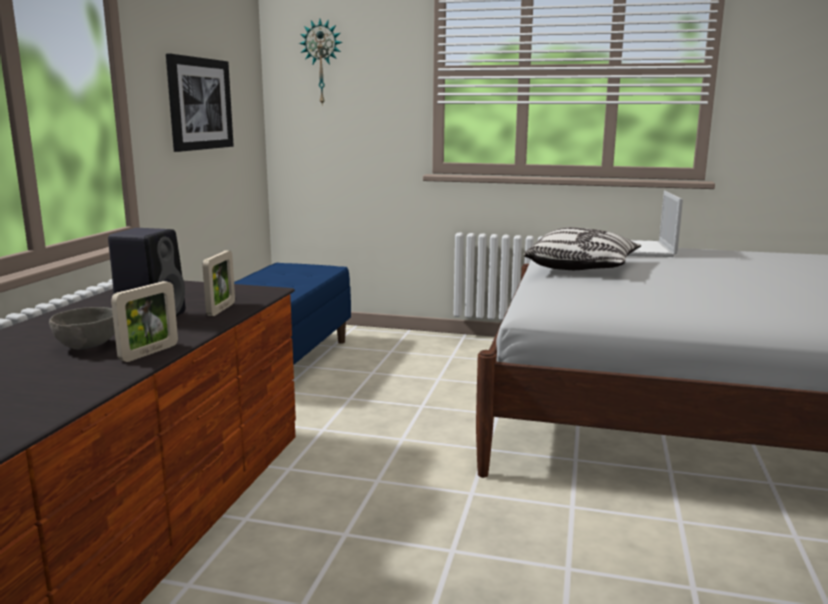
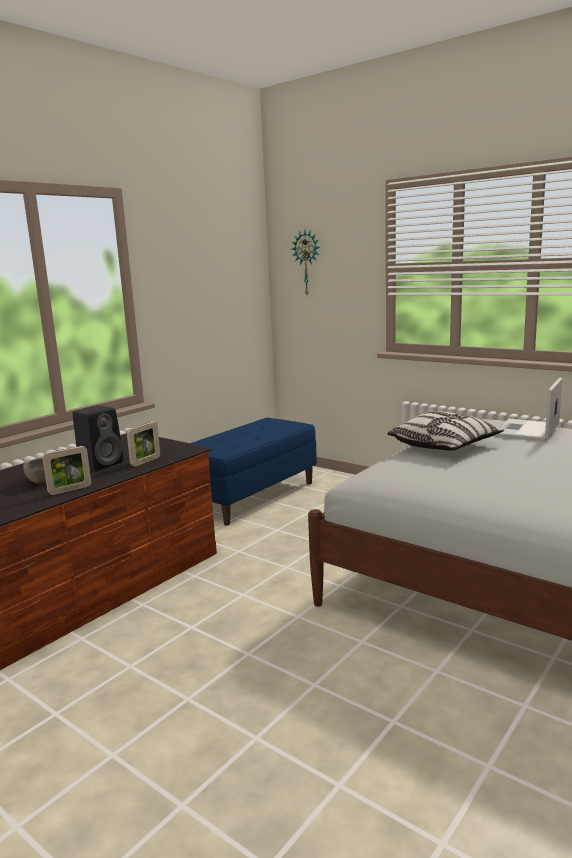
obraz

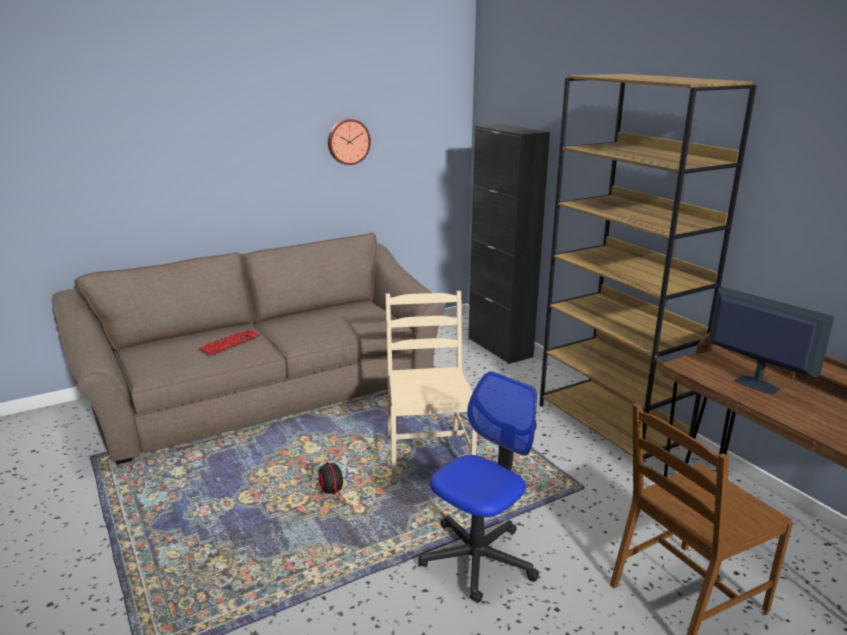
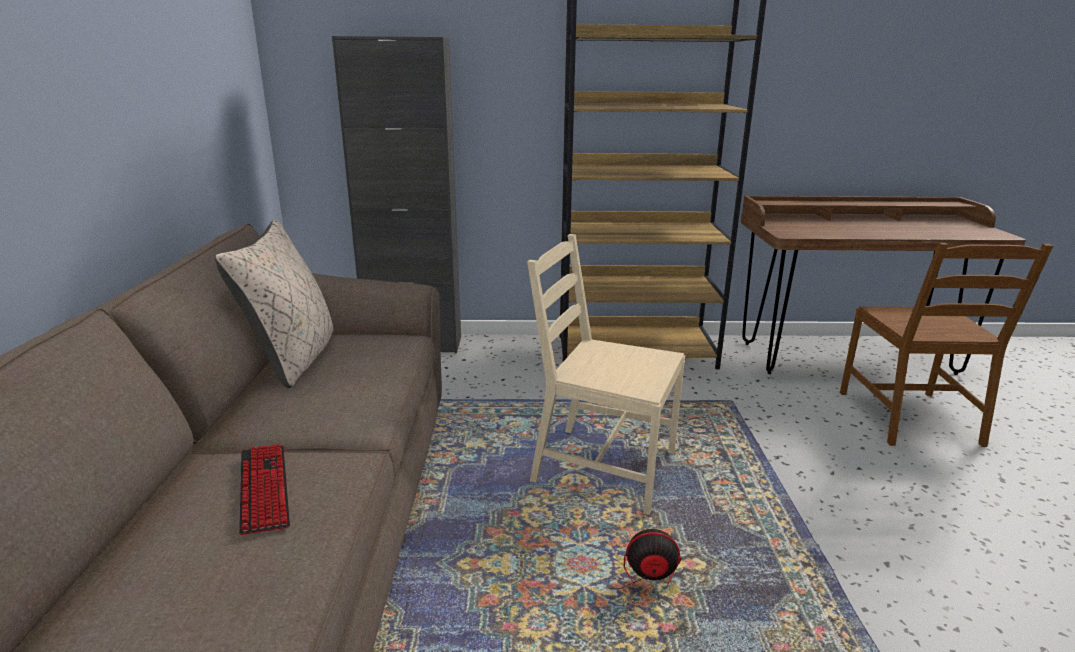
zegar ścienny
monitor
krzesło biurowe
poduszka (beżowy)

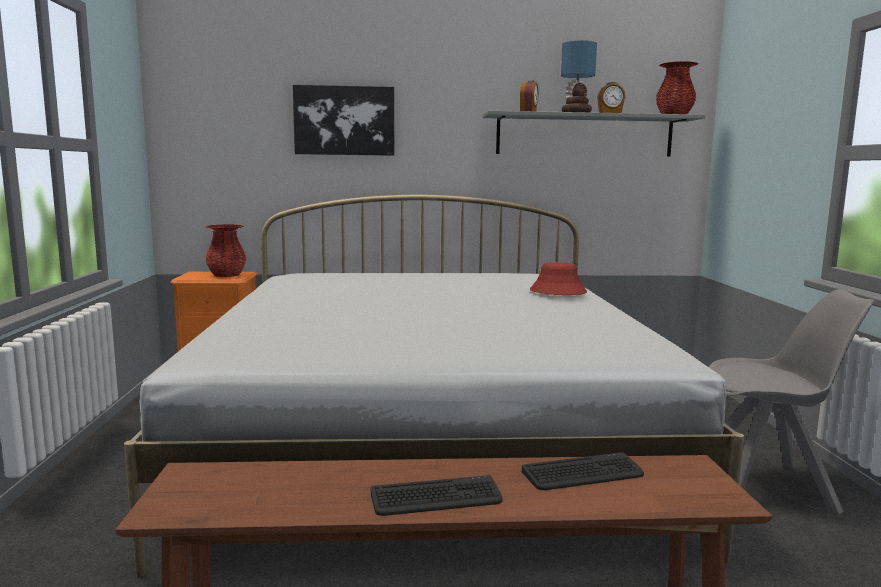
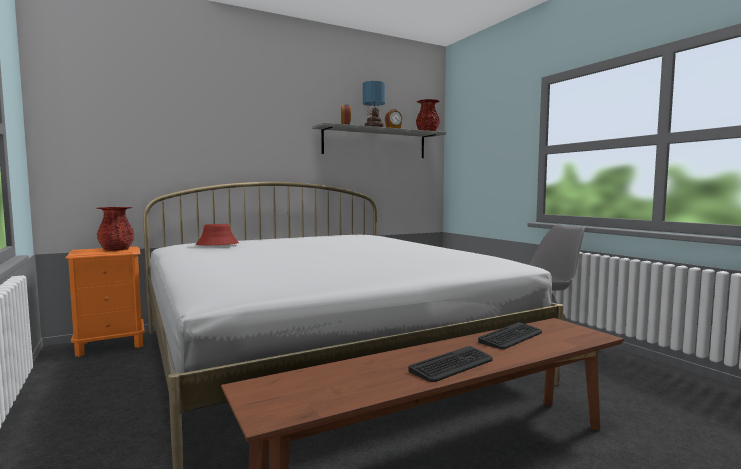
obraz
kapelusz (czerwony)

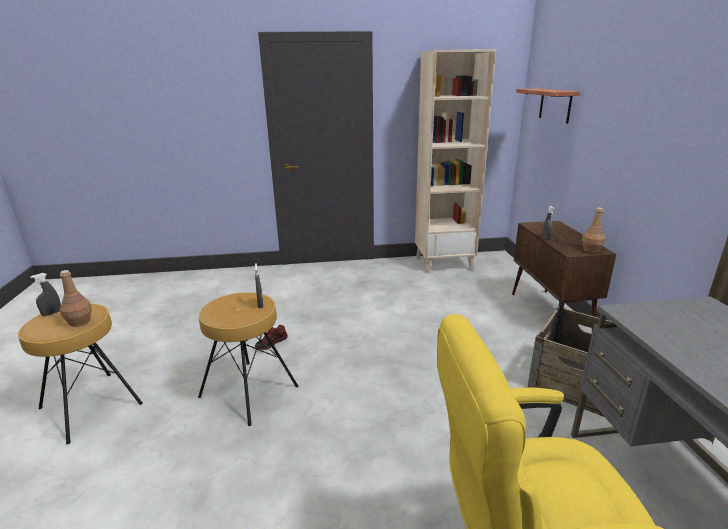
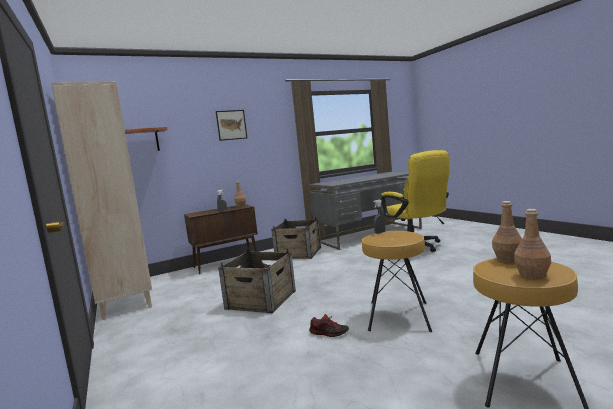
butelka (brązowy) (no. 3 from left)
obraz
skrzynka (no. 1 from left)

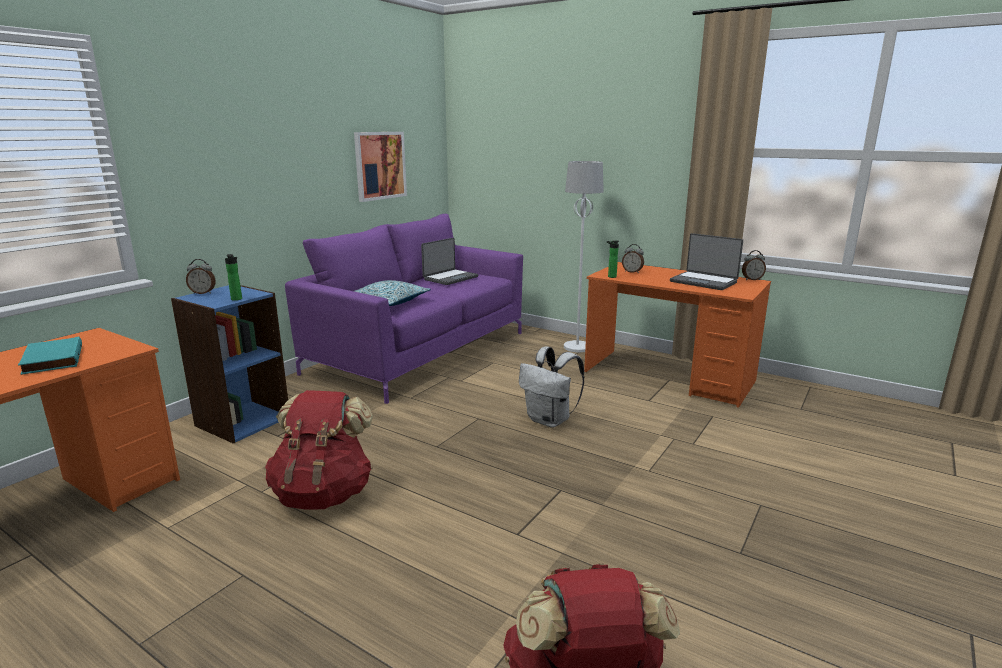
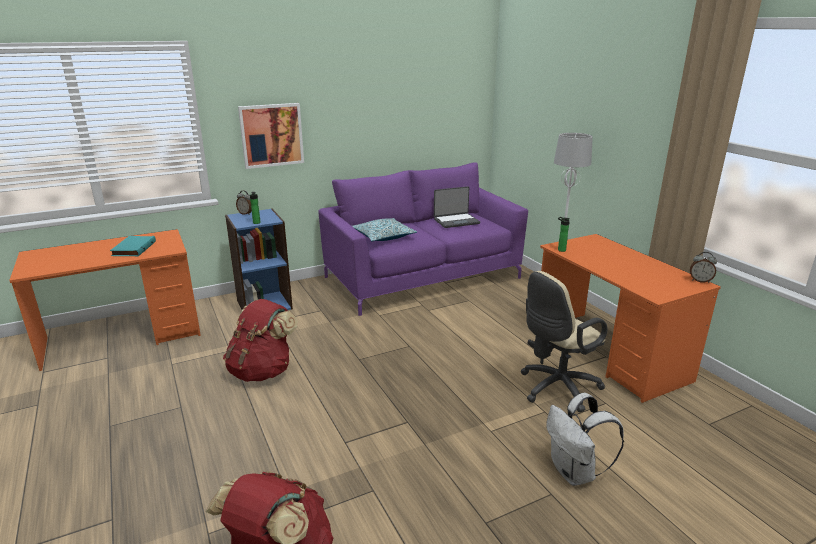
obraz
laptop (no. 2 from left in the first image)
budzik (no. 2 from left in the first image)
plecak (biały)
krzesło biurowe (beżowy)

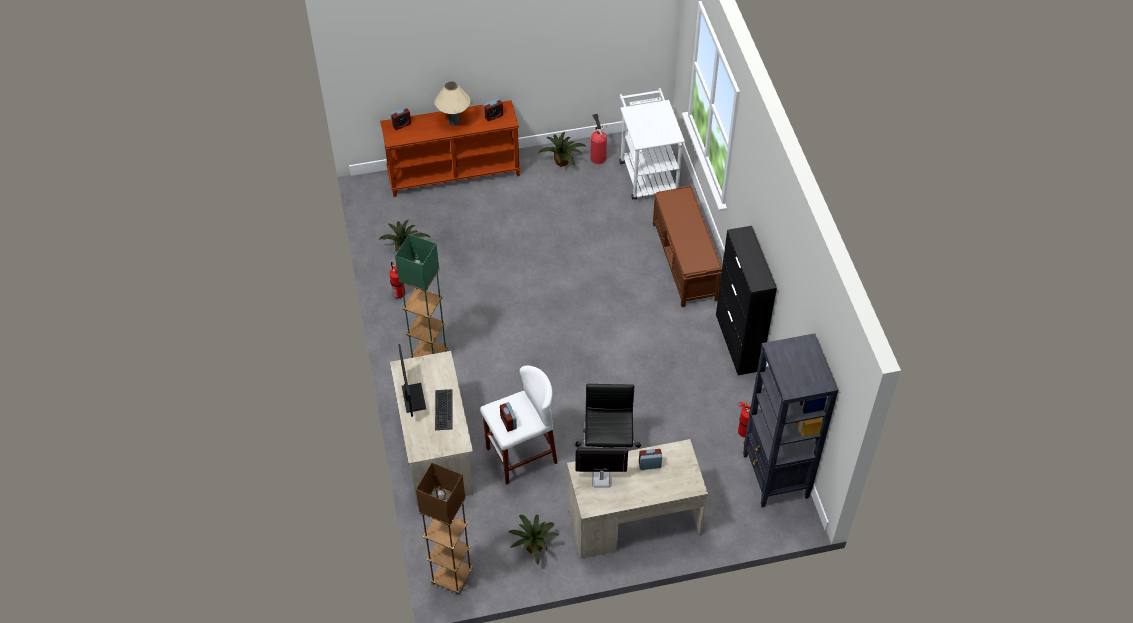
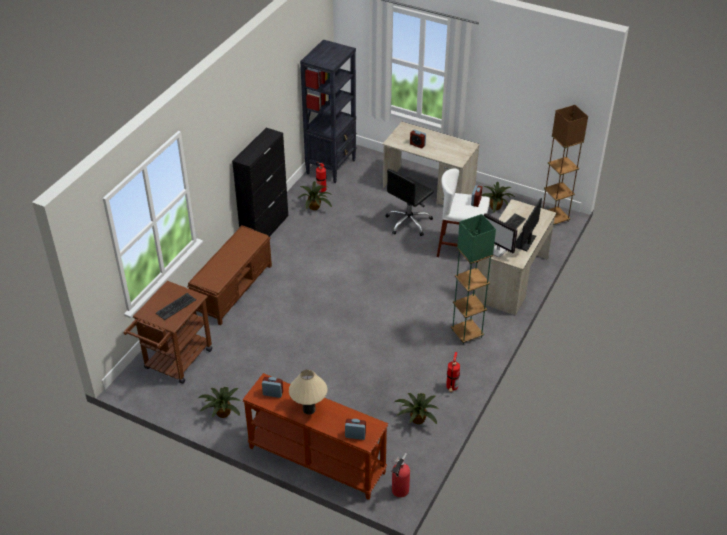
wózek (brązowy)
gaśnica (no. 2 from left)
monitor (no. 1 from left)
roślina doniczkowa (no. 2 from left)
klawiatura (no. 1 from left)

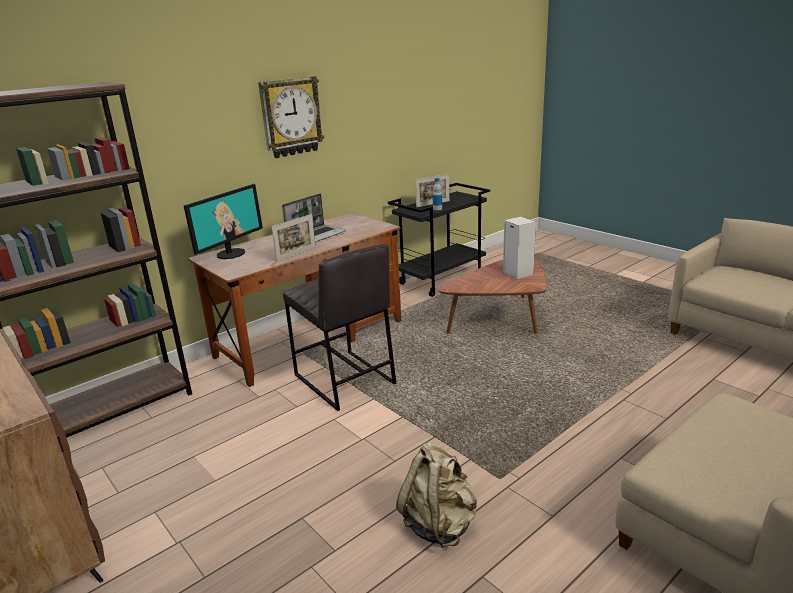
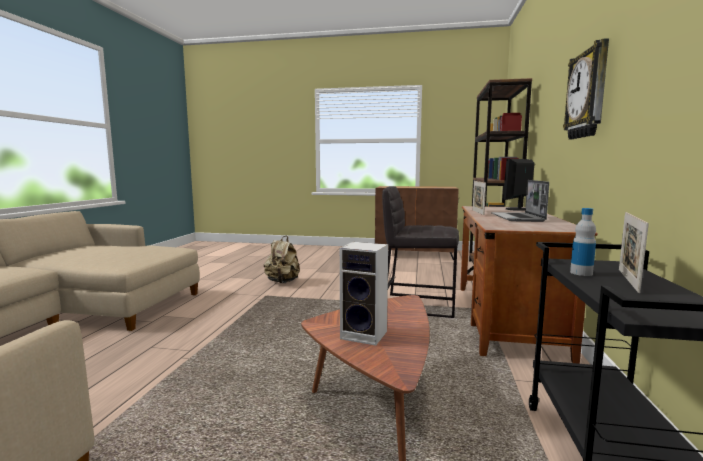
monitor

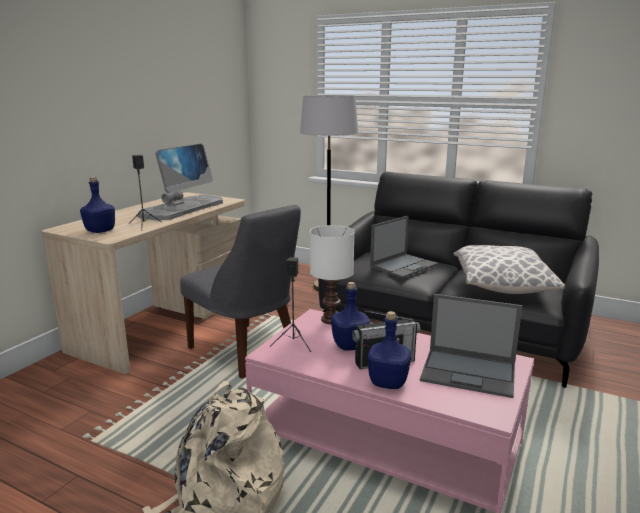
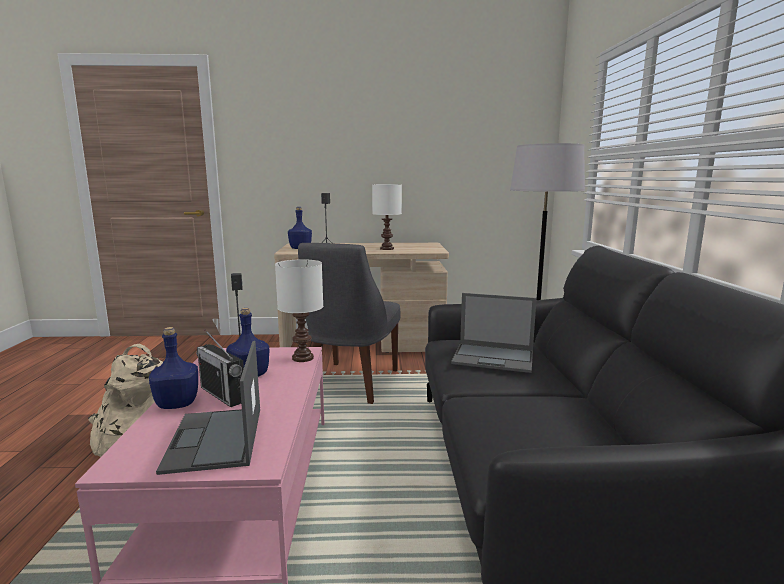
lampa stołowa (biały) (no. 2 from left)
poduszka

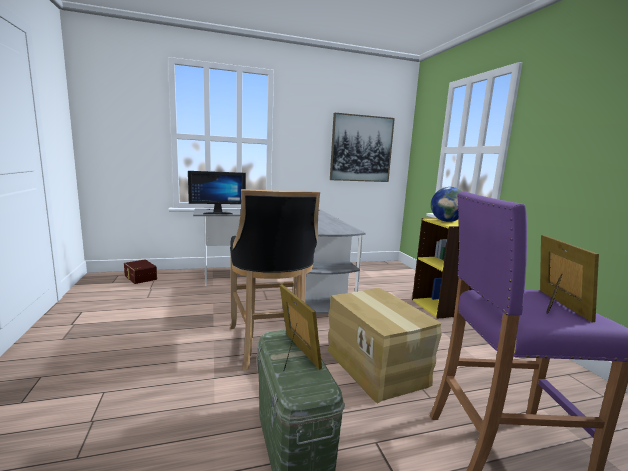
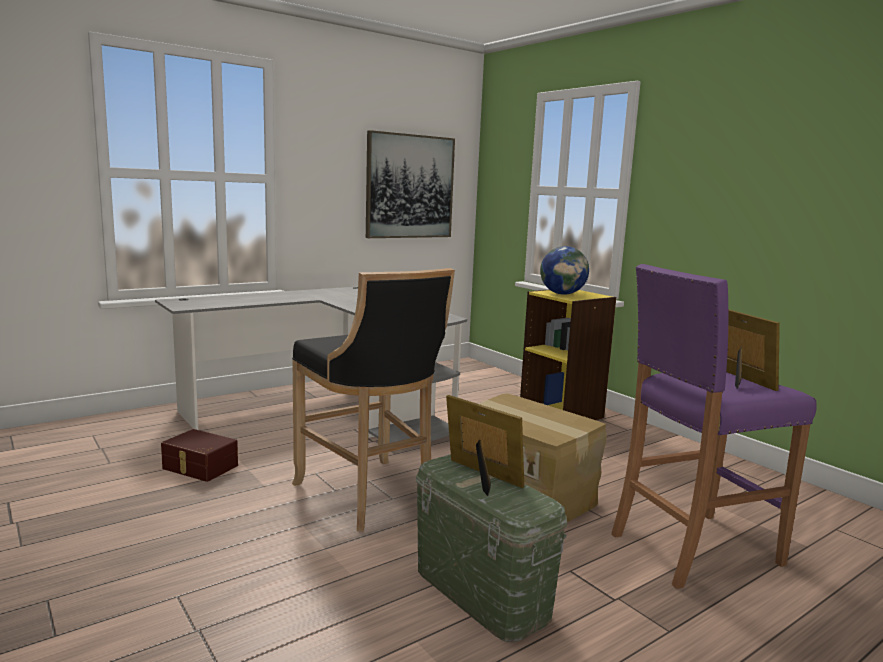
monitor
pojemnik do przechowywania (brązowy)

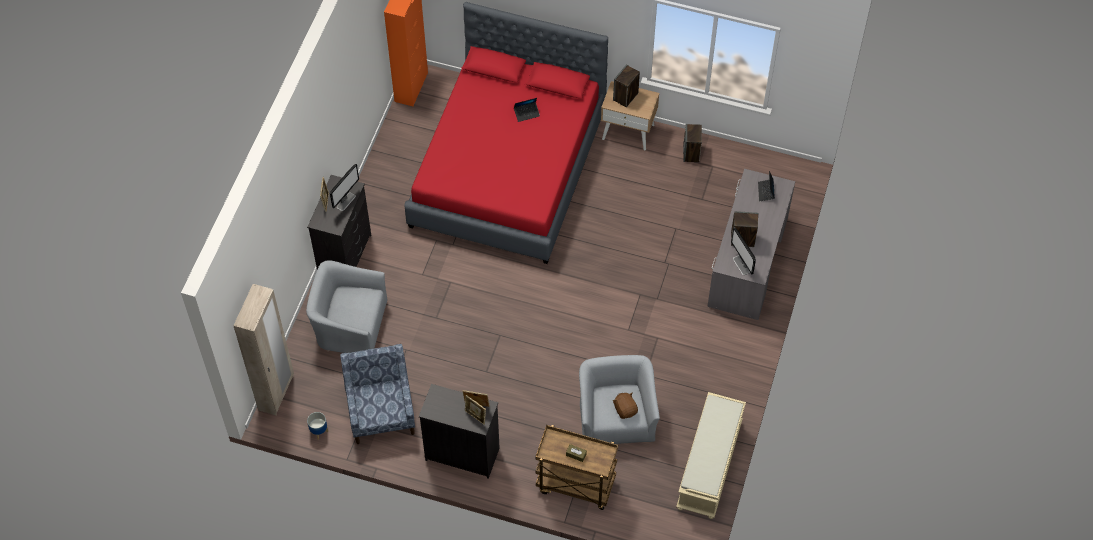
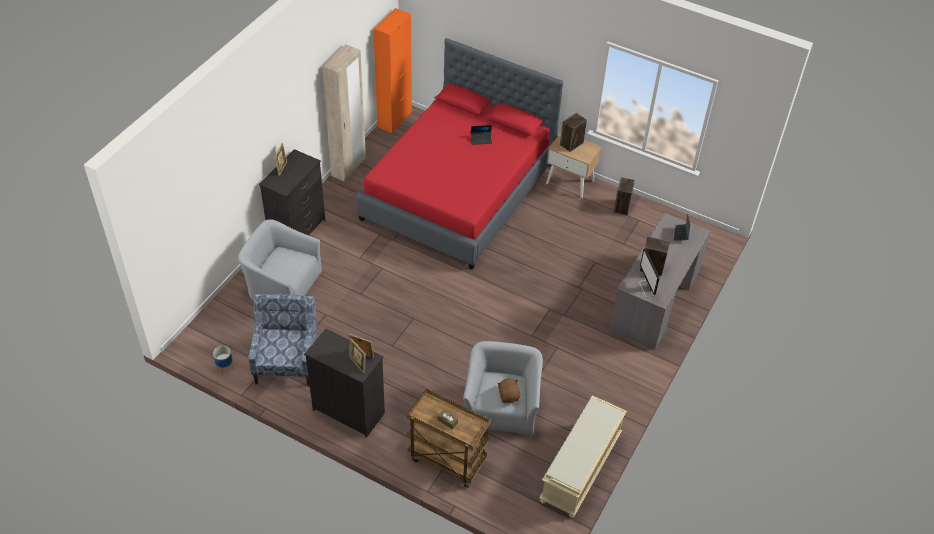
monitor (no. 1 from left in the first image)
szafa (beżowy)

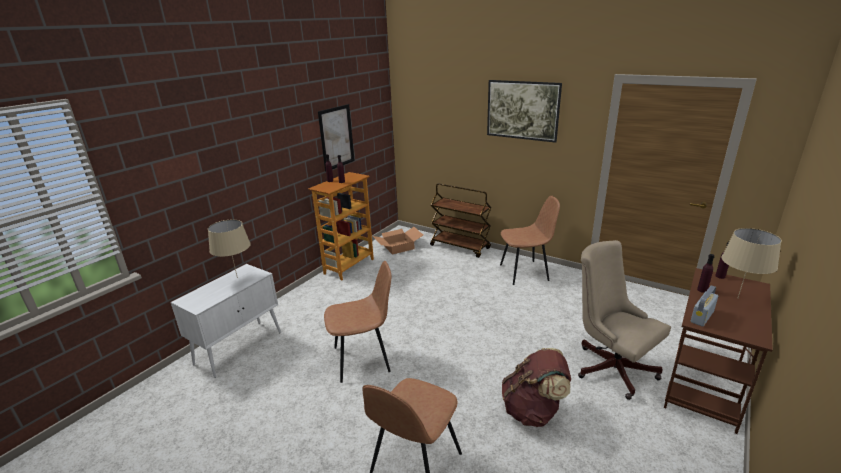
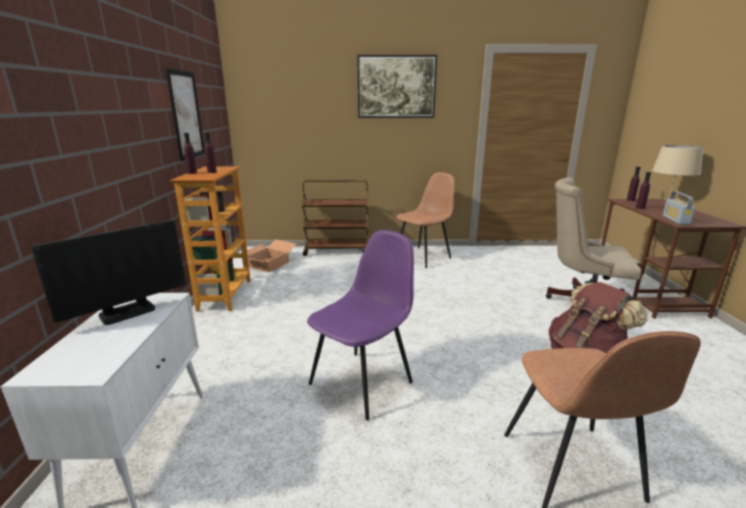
monitor
krzesło (fioletowy)

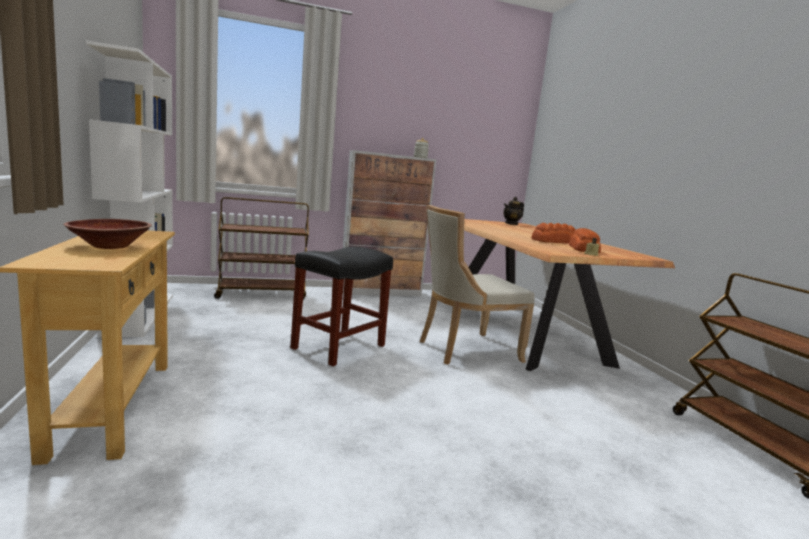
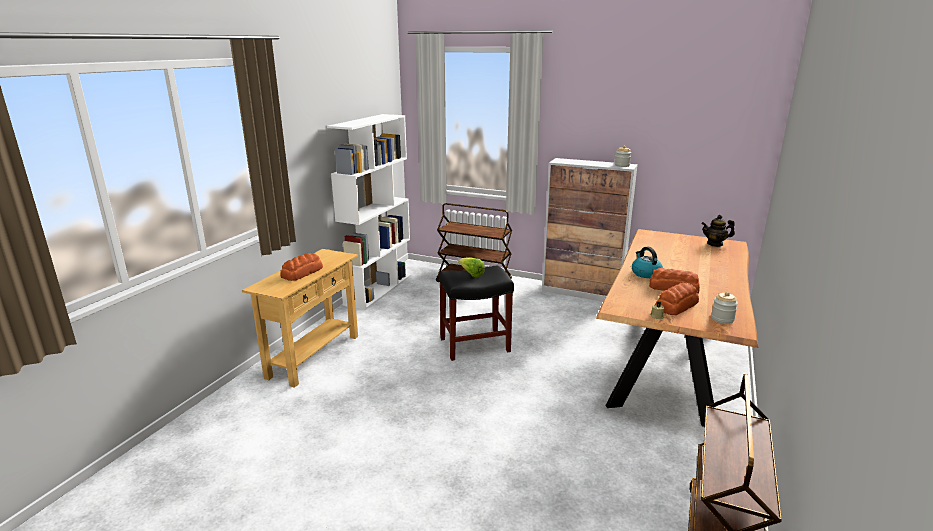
krzesło (beżowy)
chleb (no. 1 from left)
czajnik
sałata
słoik (no. 2 from left)

